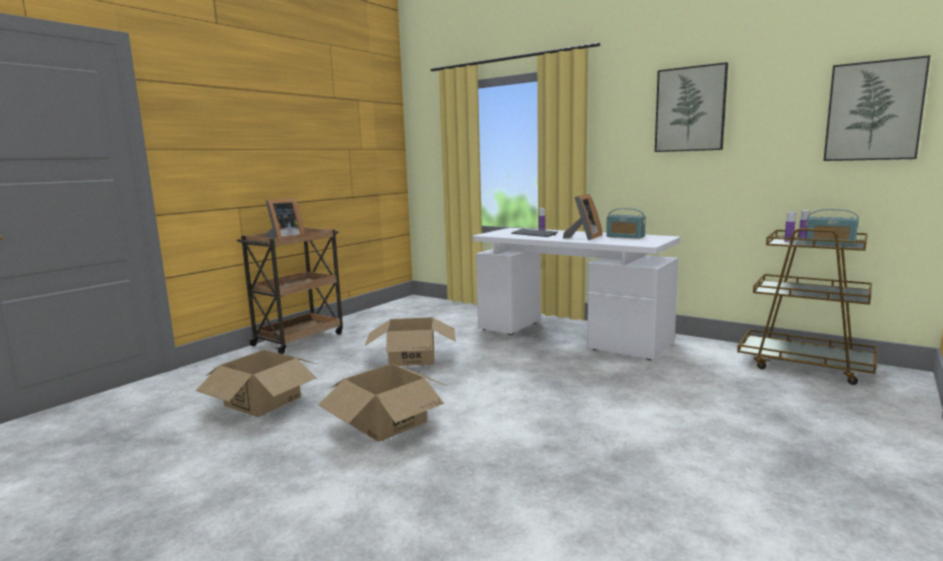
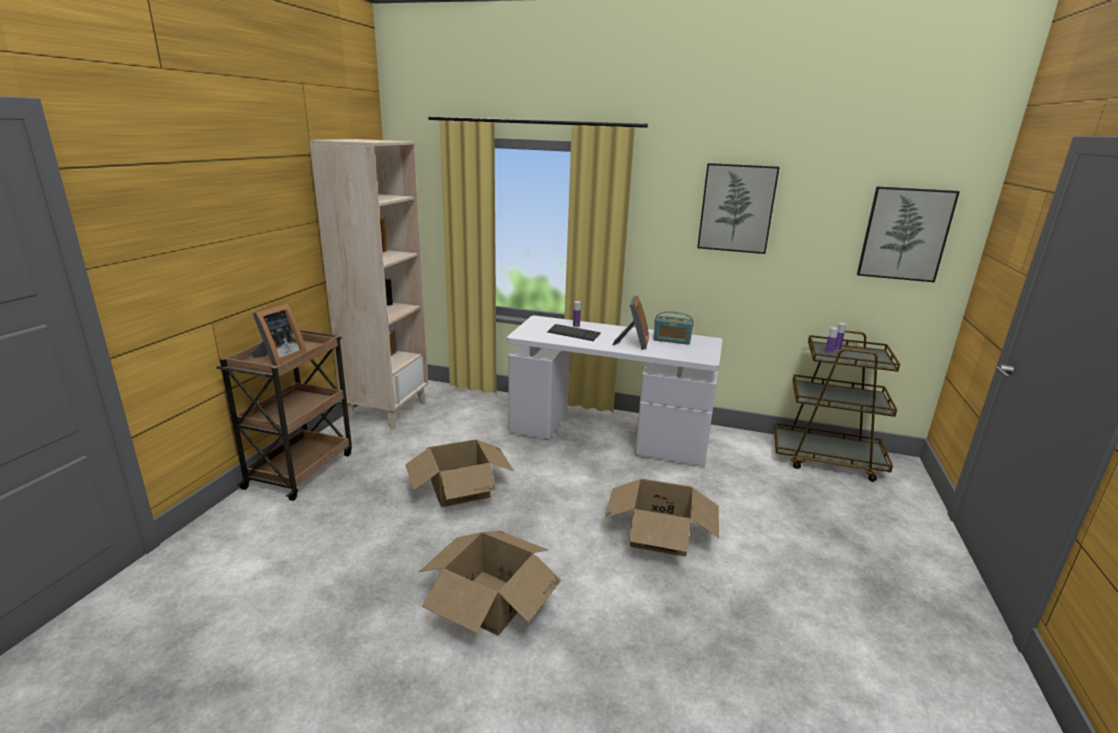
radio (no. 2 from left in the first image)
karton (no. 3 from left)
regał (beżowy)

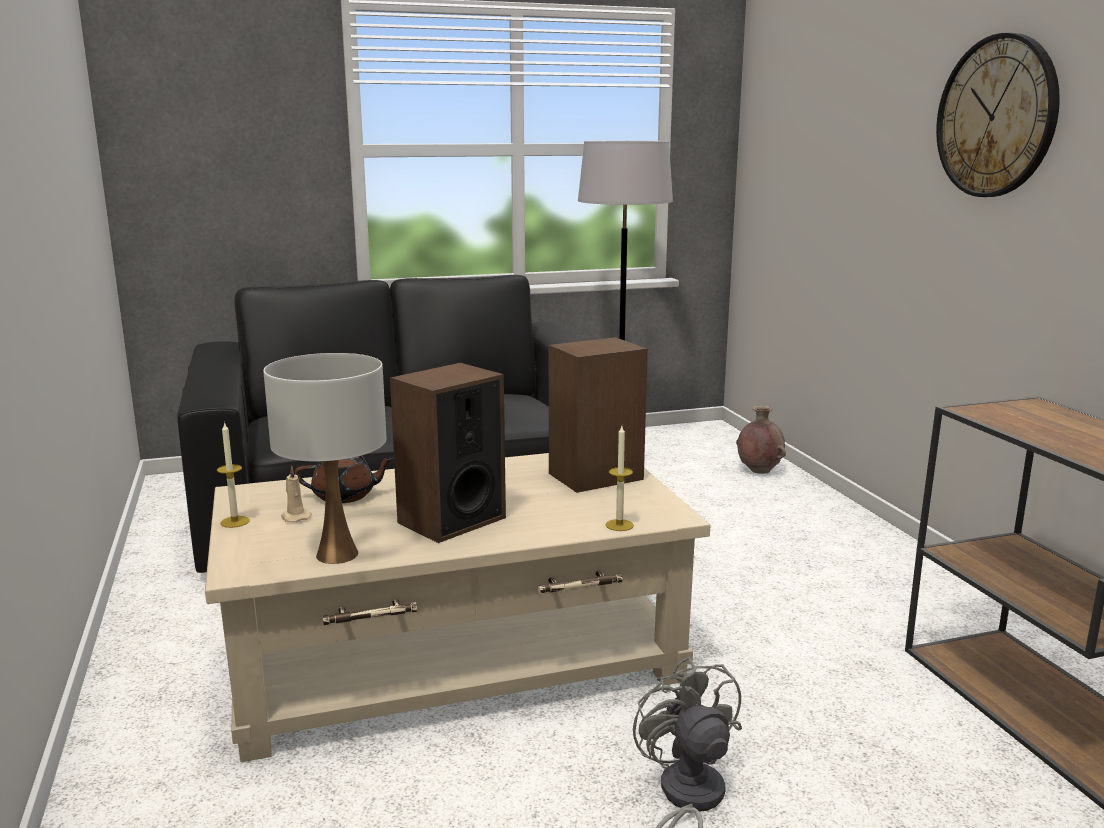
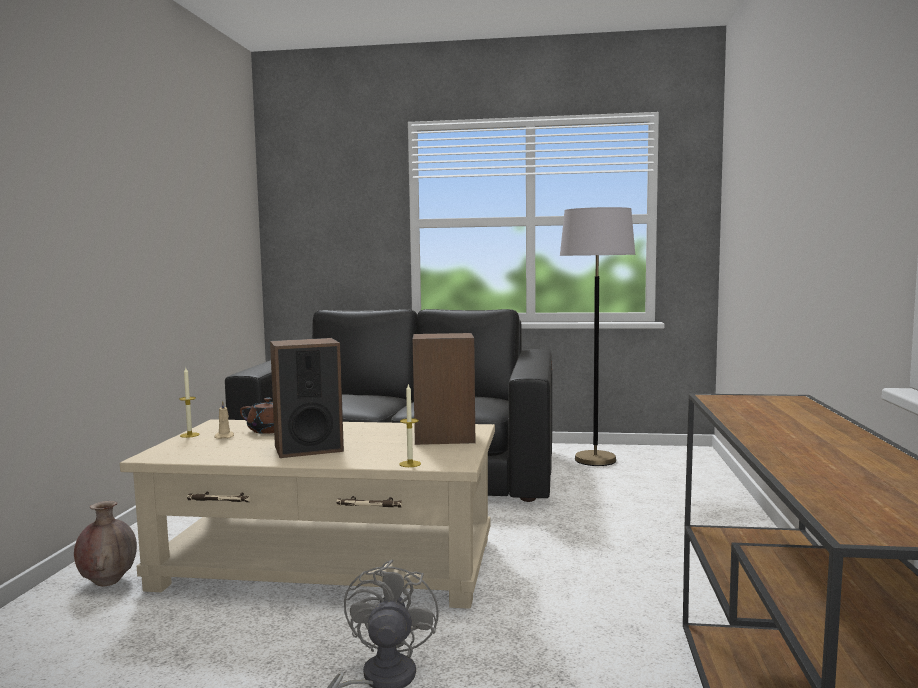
zegar ścienny
lampa stołowa (biały)
wazon (brązowy)

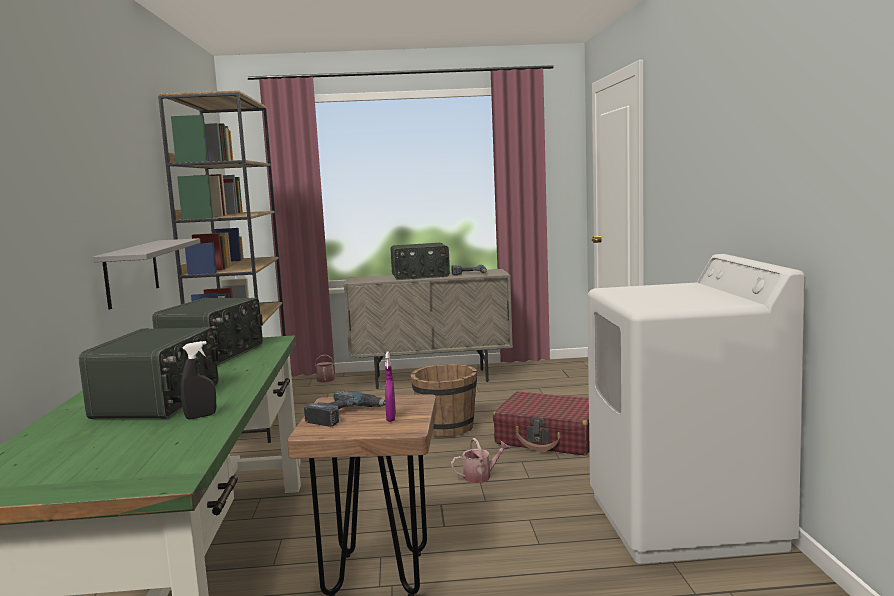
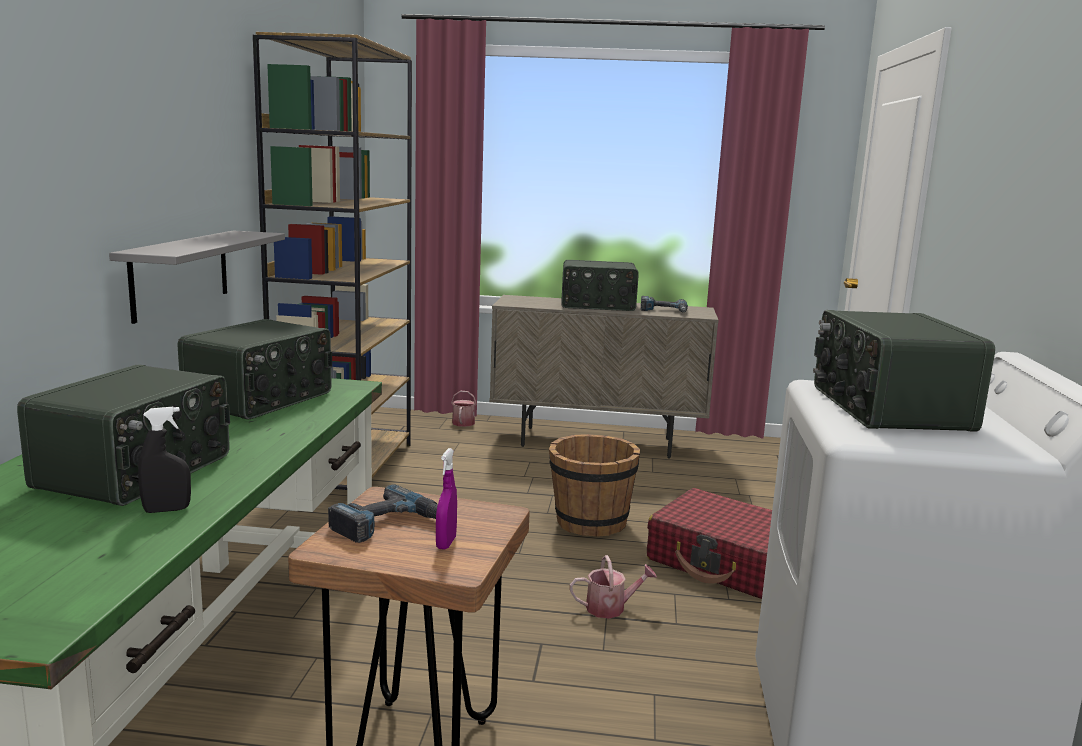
radio (no. 4 from left)

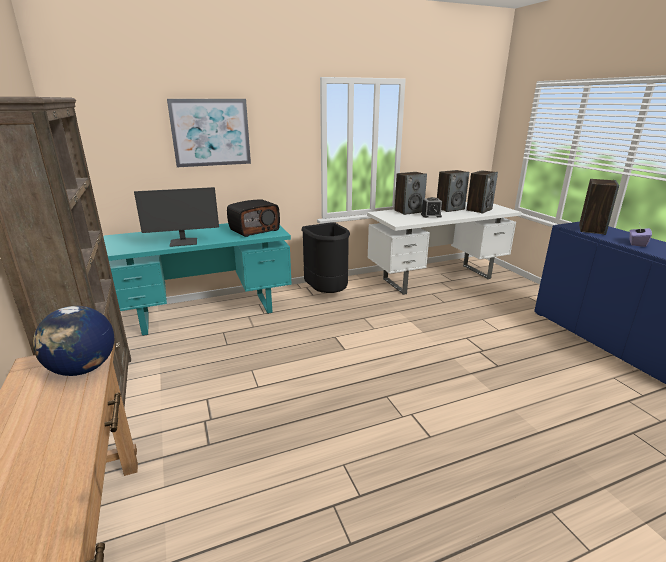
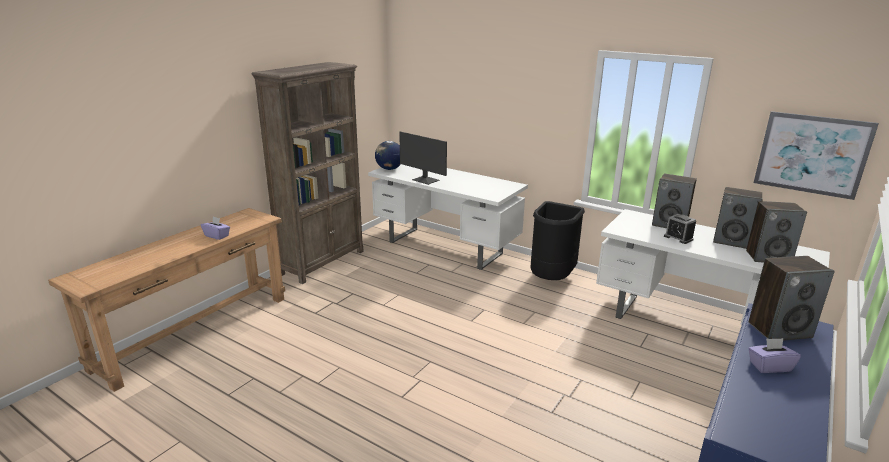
obraz
radio
biurko (biały) (no. 1 from left)
globus
pudełko chusteczek (fioletowy) (no. 1 from left)

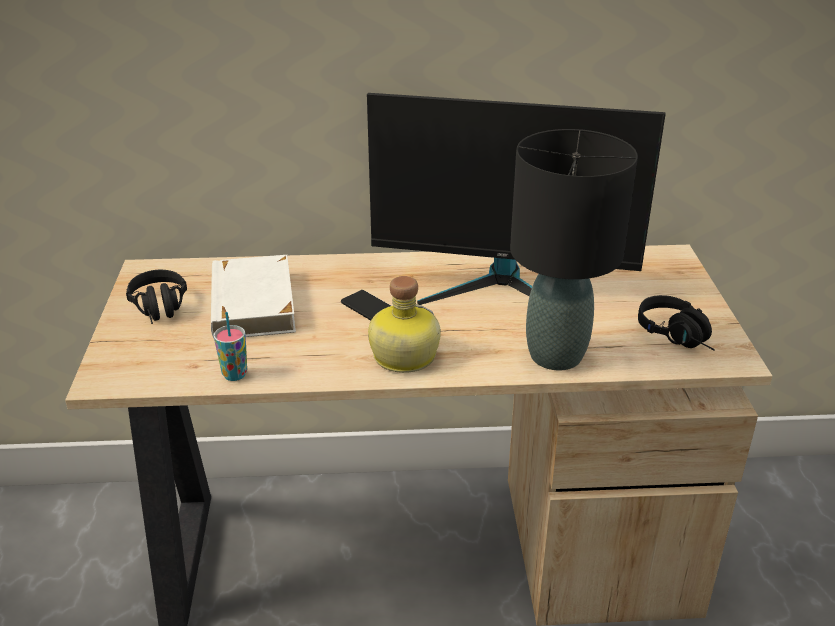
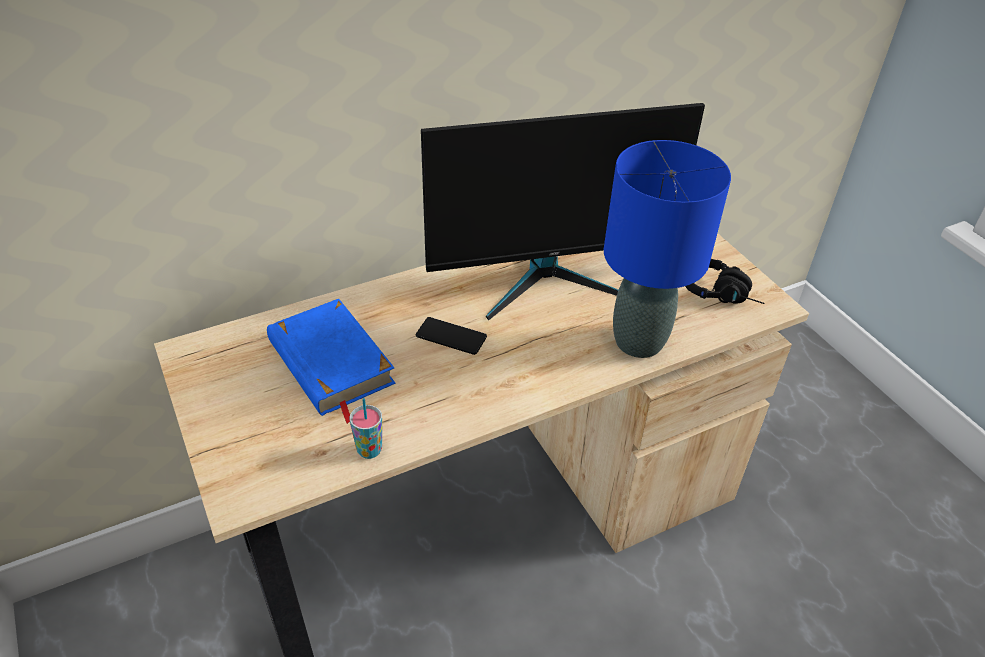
lampa stołowa (niebieski)
książka (niebieski)
słuchawki (czarny) (no. 1 from left in the first image)
butelka

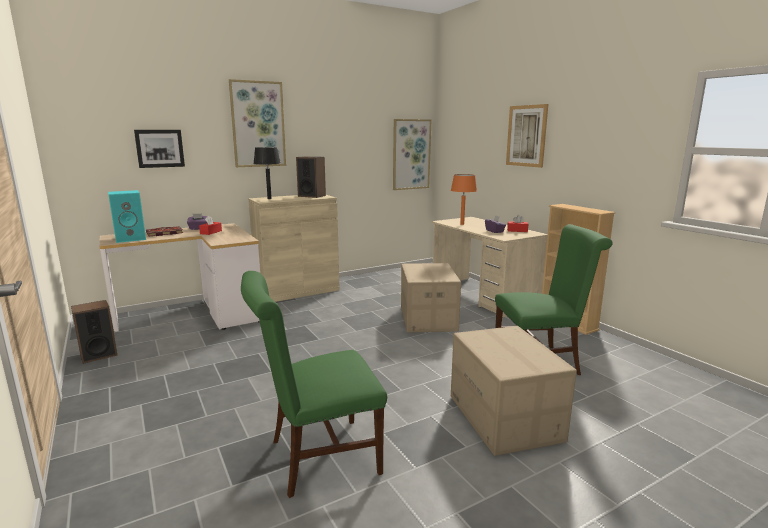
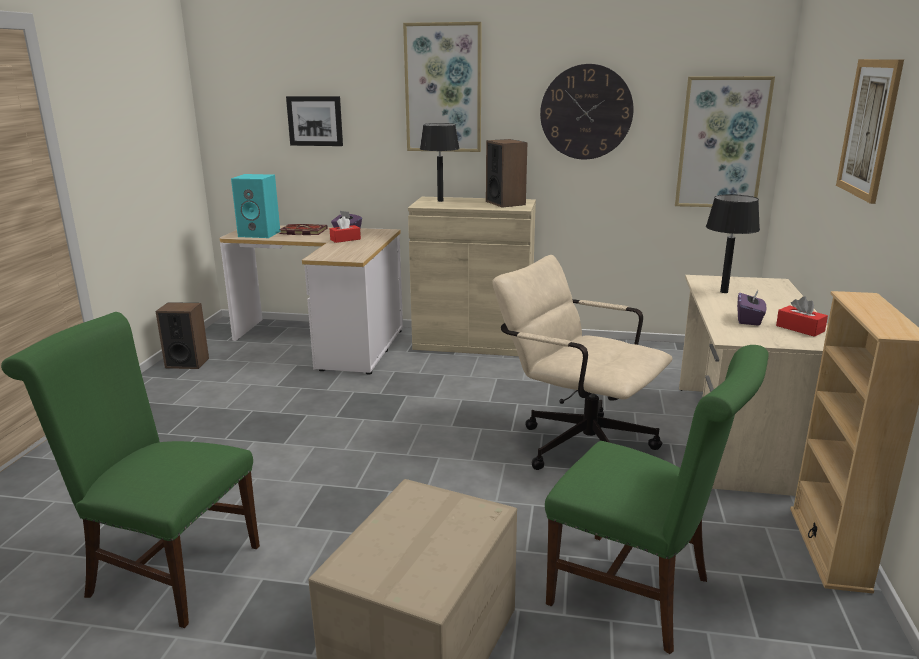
lampa stołowa (czarny) (no. 2 from left)
krzesło biurowe (beżowy)
zegar ścienny

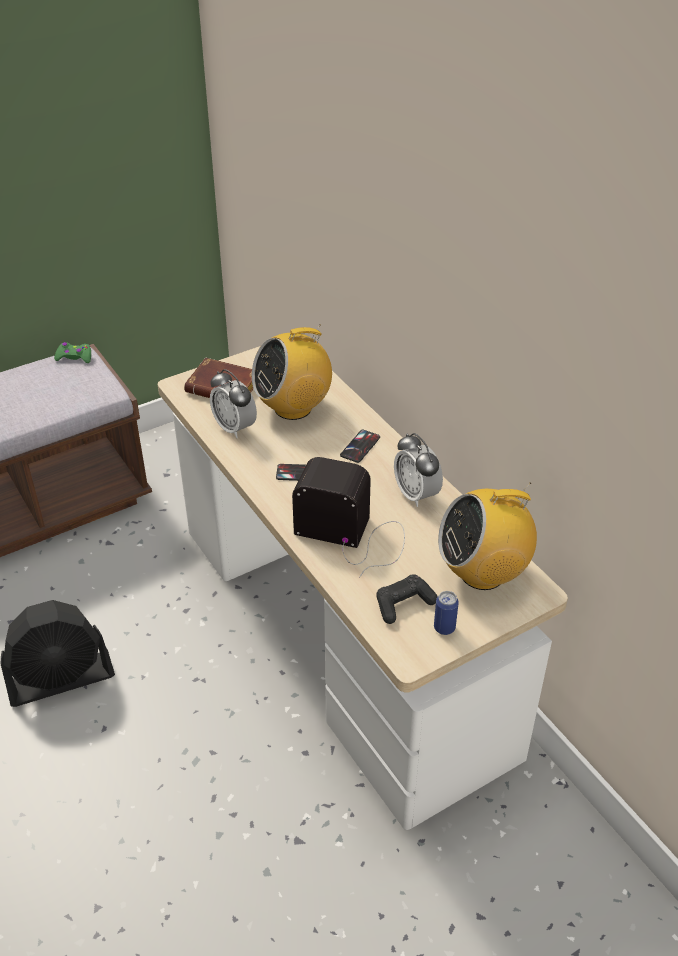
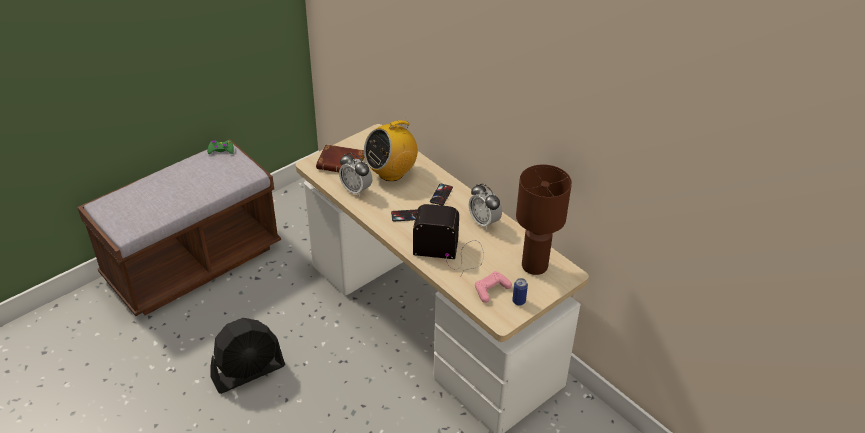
lampa stołowa (brązowy)
pad do gier (różowy)

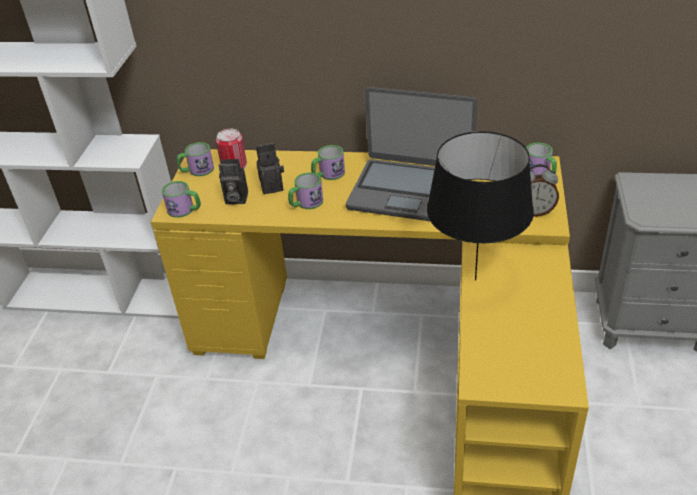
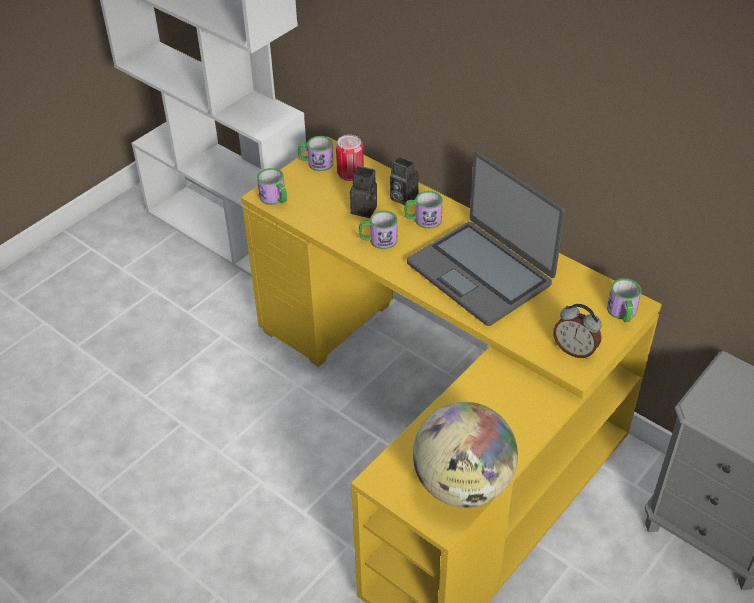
lampa stołowa (czarny)
aparat fotograficzny (no. 2 from left)
globus

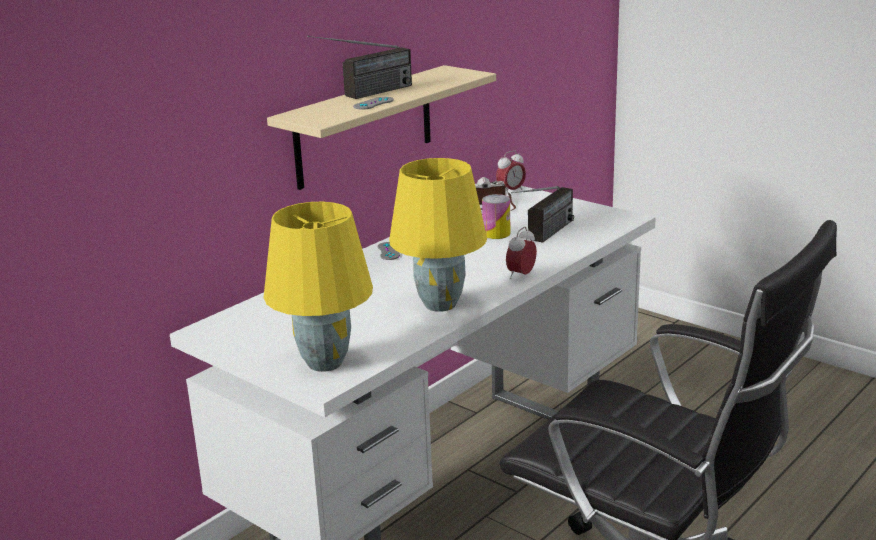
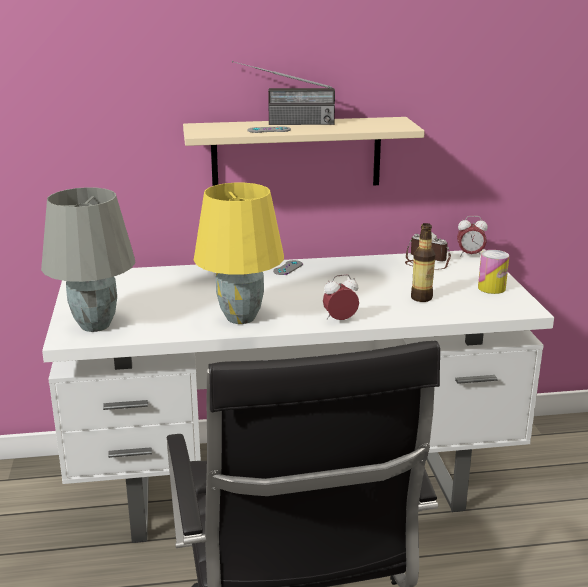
butelka
puszka
lampa stołowa (szary)

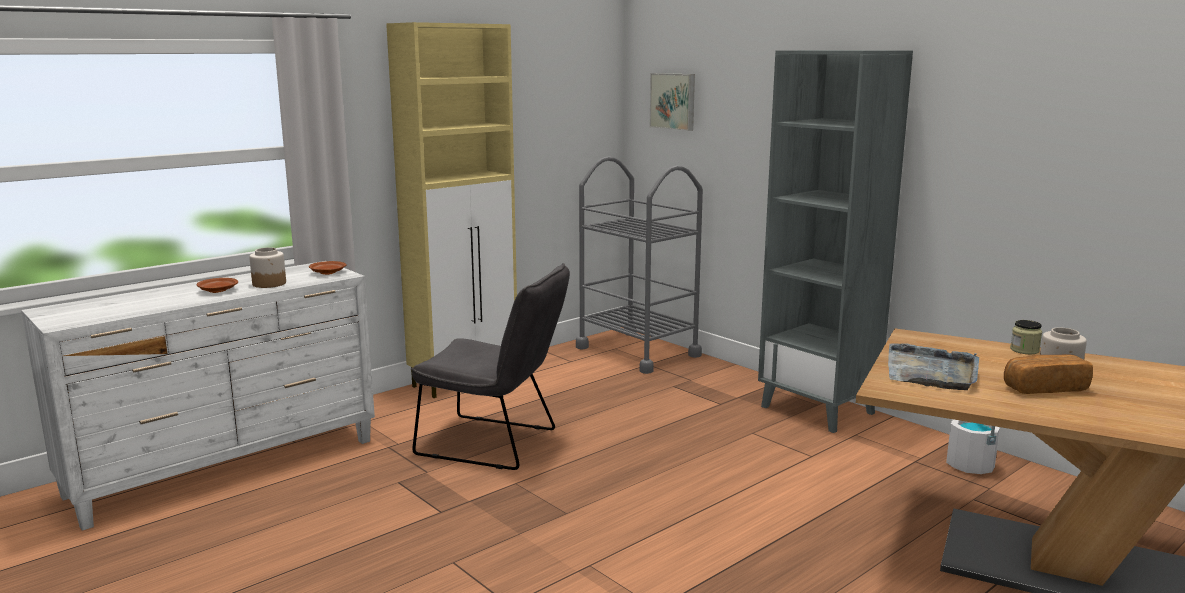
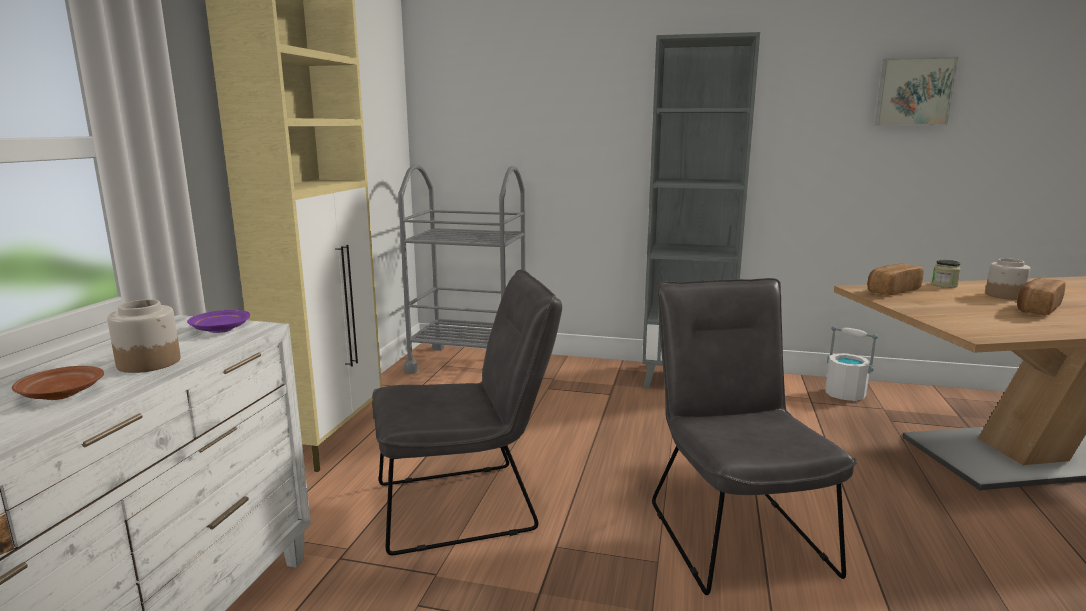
obraz
talerz (fioletowy)
taca (szary)
chleb (no. 1 from left)
krzesło (szary) (no. 2 from left)

